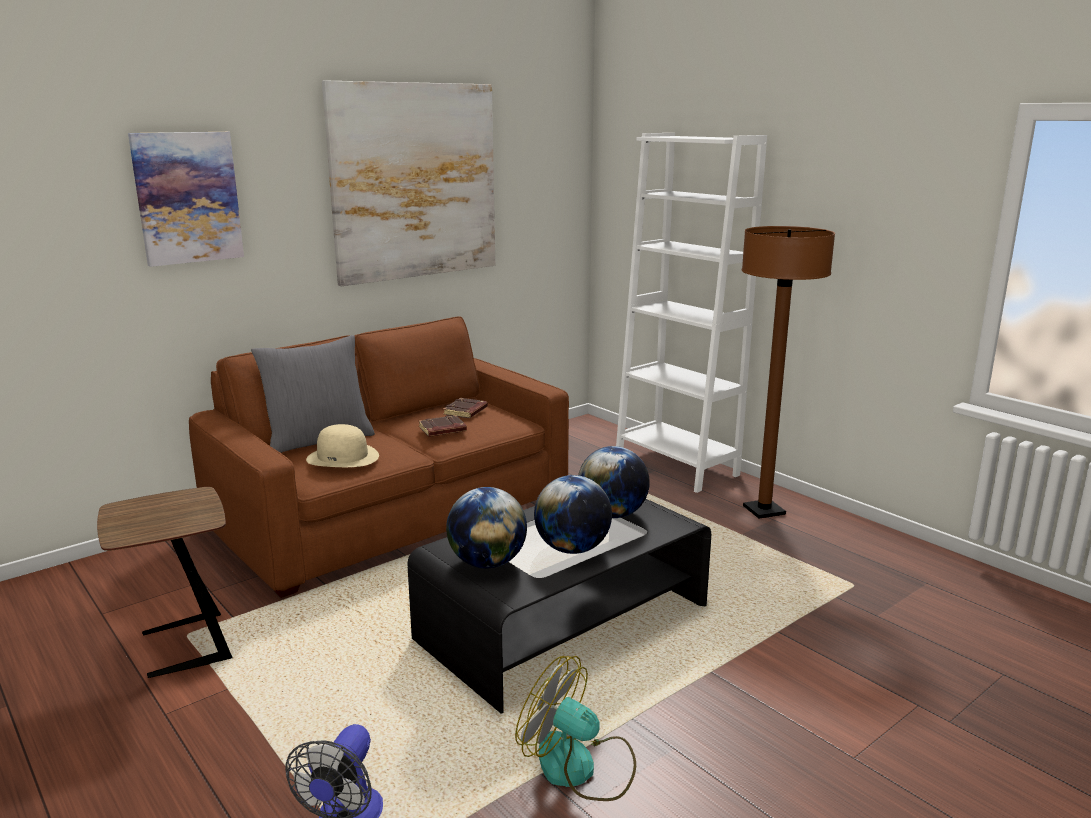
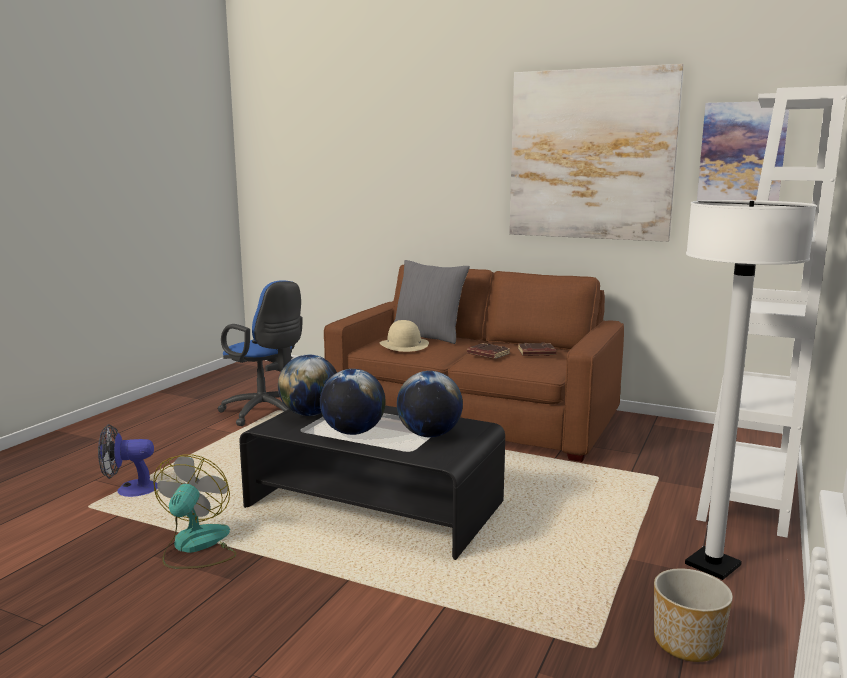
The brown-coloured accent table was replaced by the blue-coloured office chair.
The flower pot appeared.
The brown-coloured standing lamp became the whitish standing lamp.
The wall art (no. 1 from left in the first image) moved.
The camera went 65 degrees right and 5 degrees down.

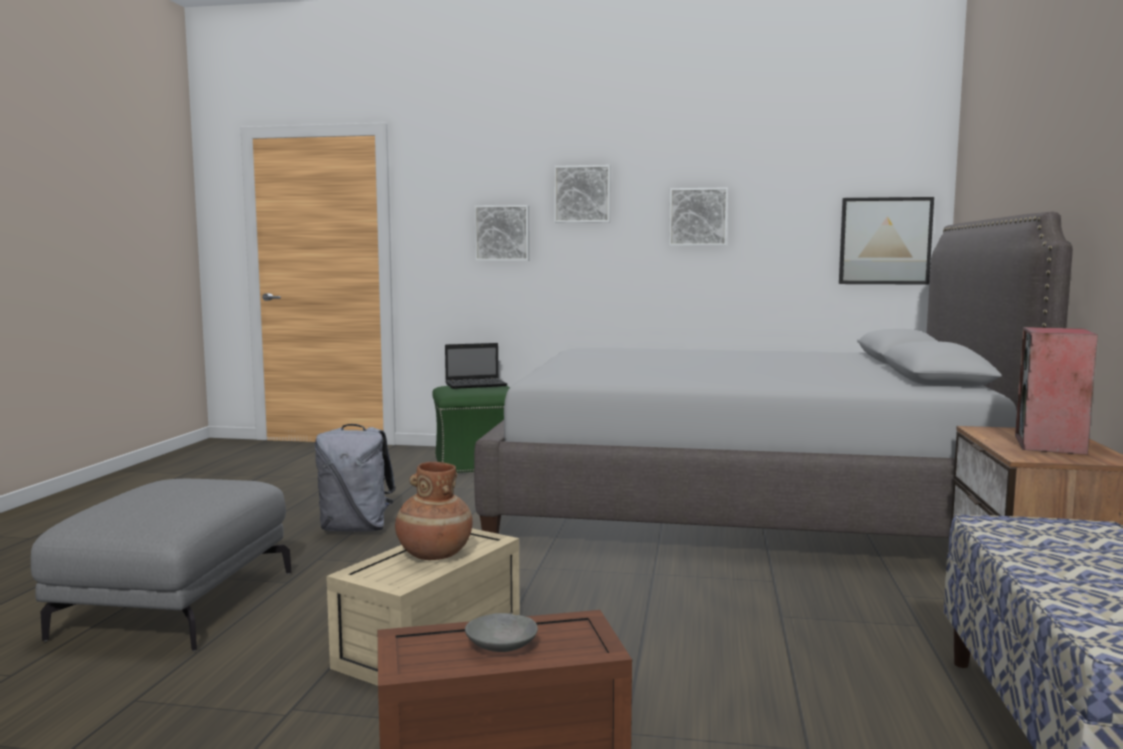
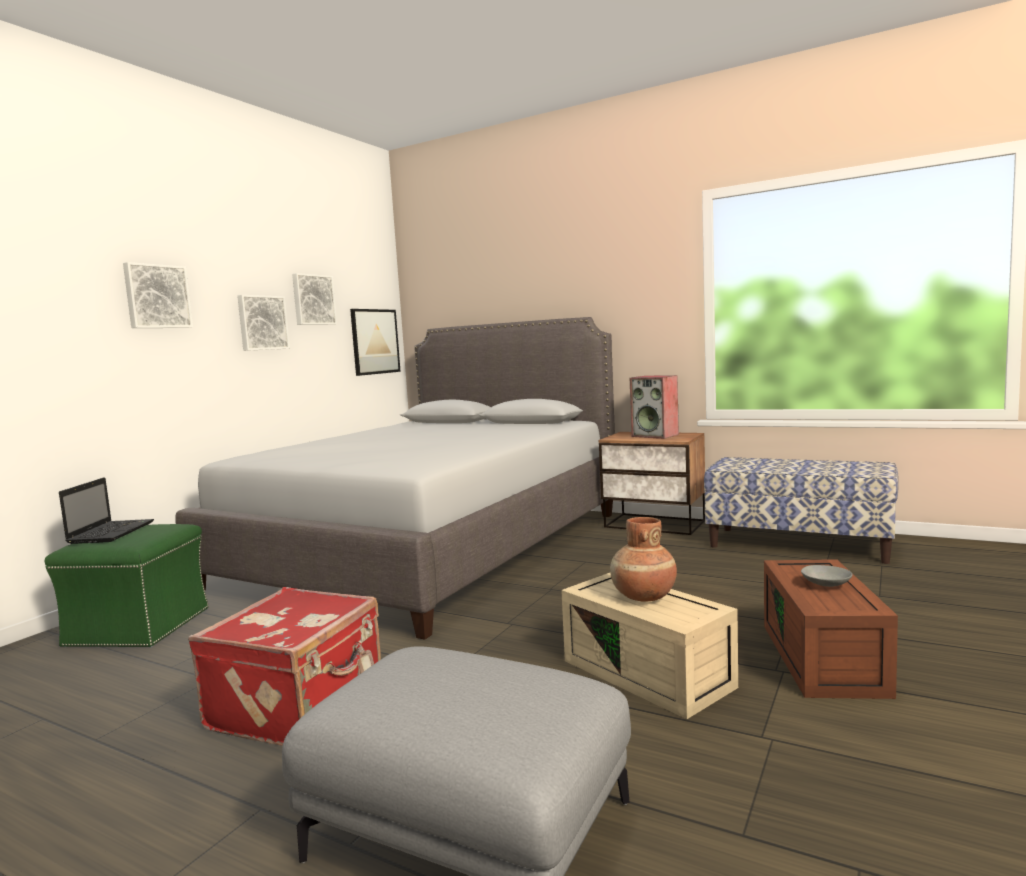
The grey backpack was replaced by the red travel case.
The wall art (no. 1 from left in the first image) moved.
The camera went 70 degrees left and 0 degrees up.

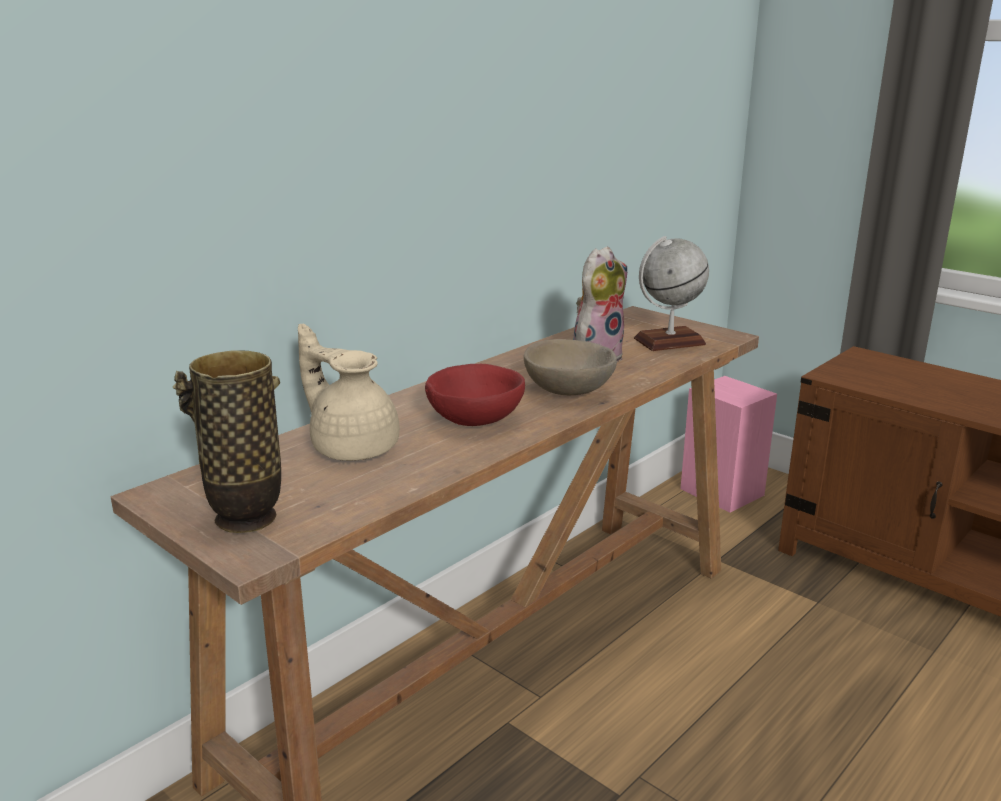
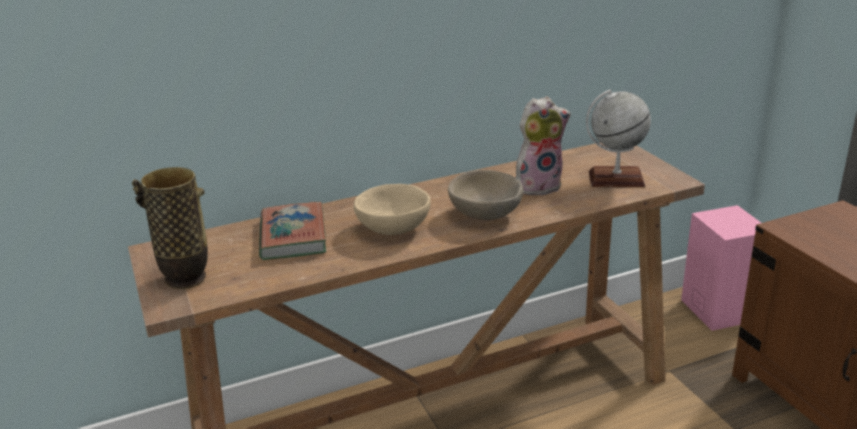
The beige tea pot was replaced by the book.
The red serving bowl became the beige serving bowl (no. 1 from left).
The camera went 25 degrees right and 5 degrees up.

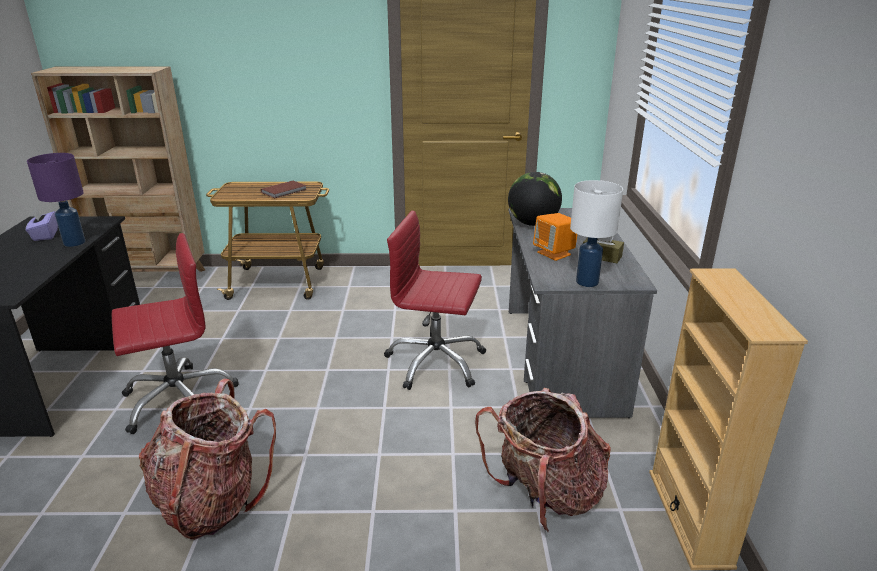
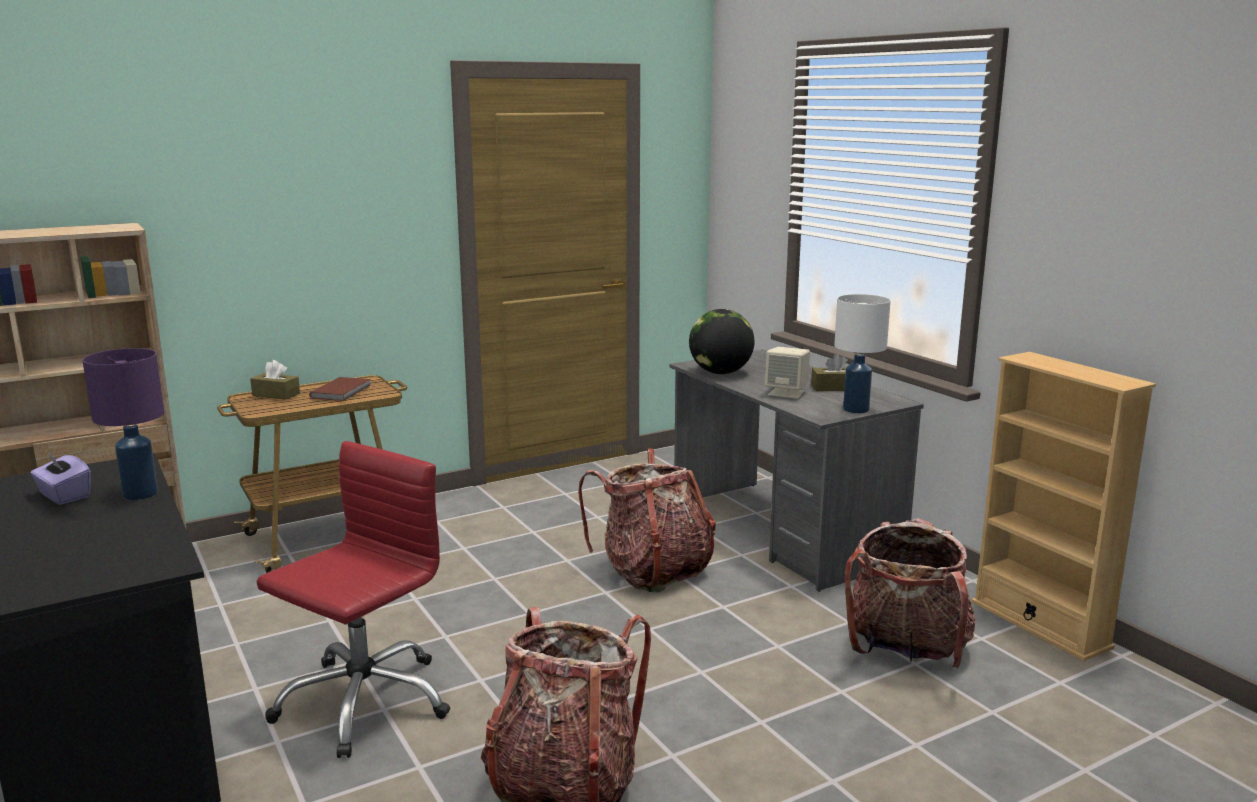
The brown-coloured box of tissues (no. 1 from left) appeared.
The red office chair (no. 2 from left) was replaced by the backpack (no. 2 from left).
The orange loudspeaker became the beige loudspeaker.
The camera went 30 degrees left and 10 degrees down.

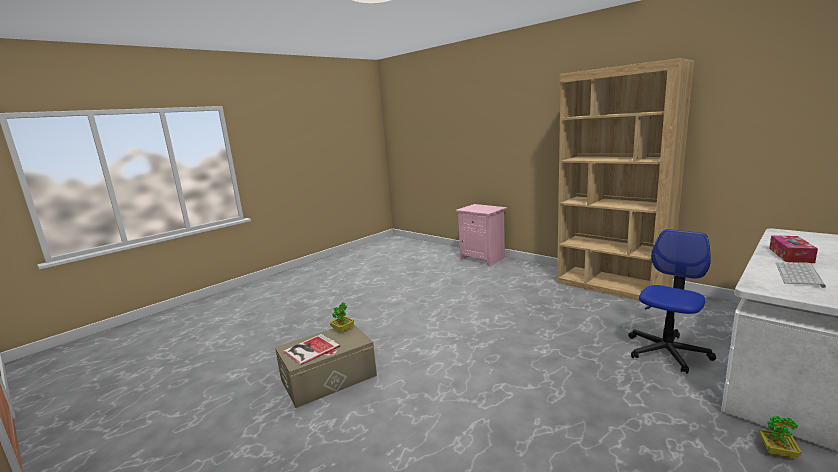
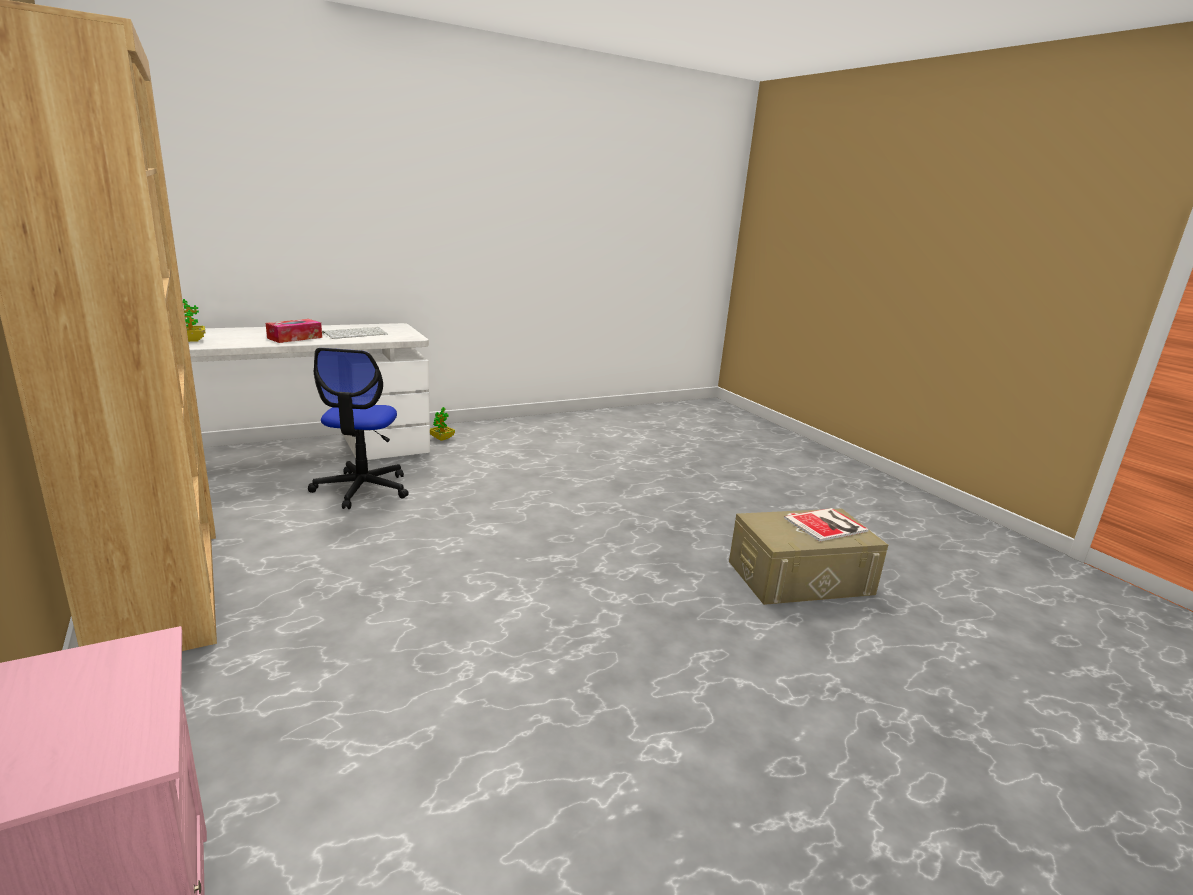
The plant in a pot (no. 1 from left) moved.
The office chair turned 60 degrees counterclockwise.
The camera went 165 degrees left and 5 degrees up.

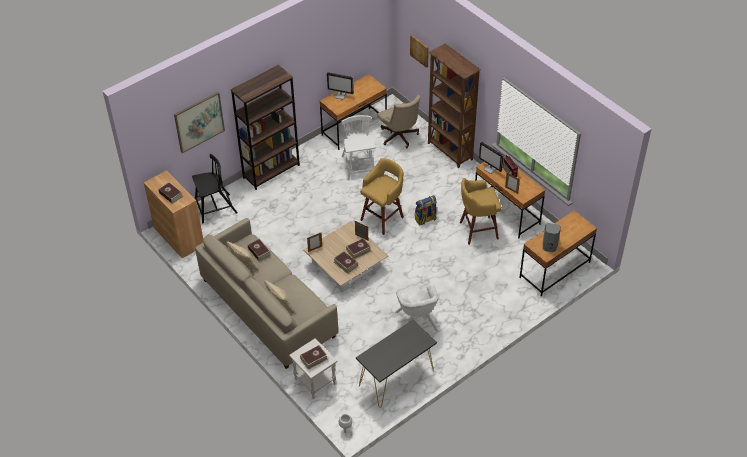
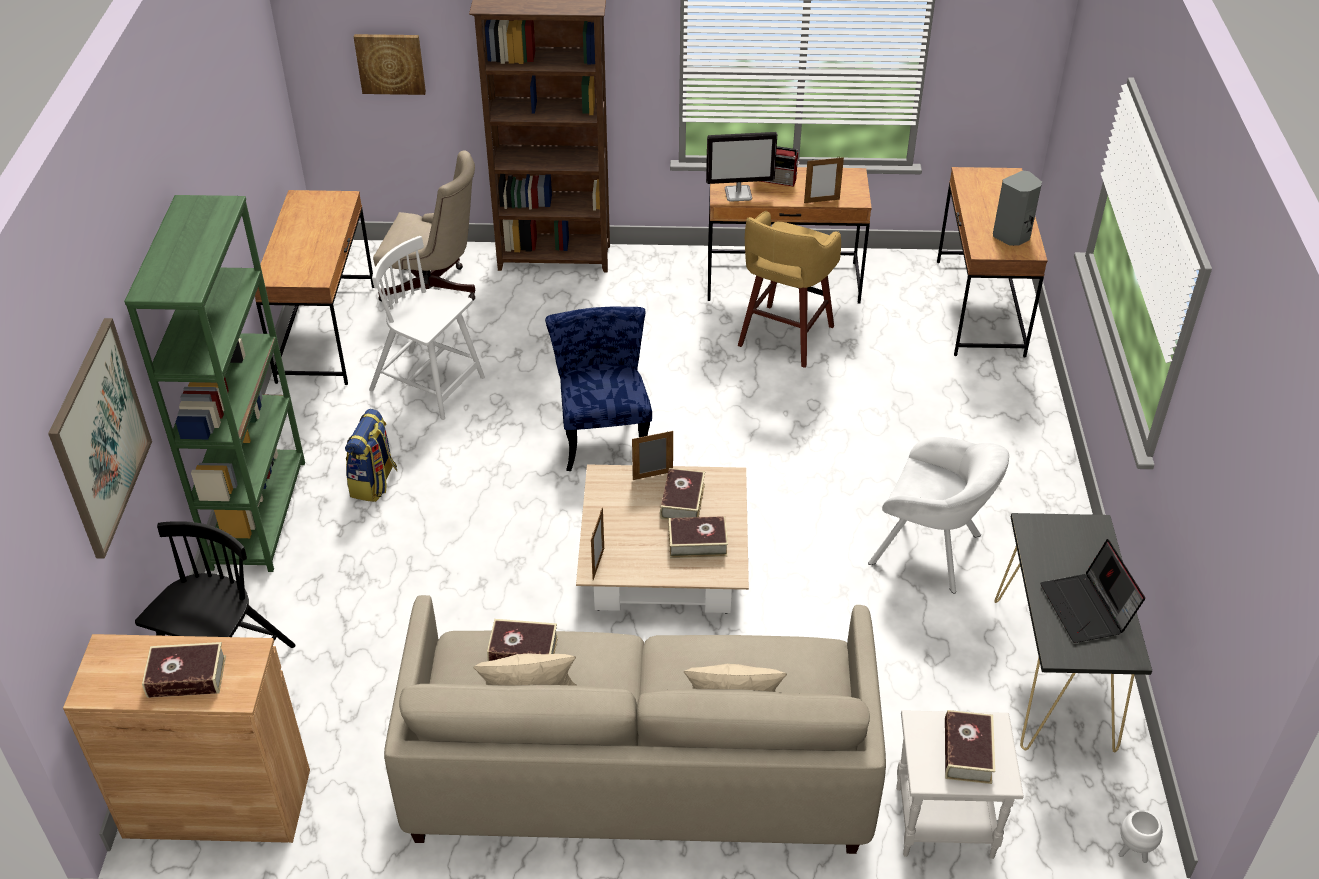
The brown-coloured bookshelf (no. 1 from left) became the green-coloured bookshelf.
The backpack moved.
The yellow-coloured stool seat (no. 1 from left) was replaced by the blue-coloured upright chair.
The notebook computer appeared.
The computer screen (no. 1 from left) disappeared.
The camera went 50 degrees left and 5 degrees down.

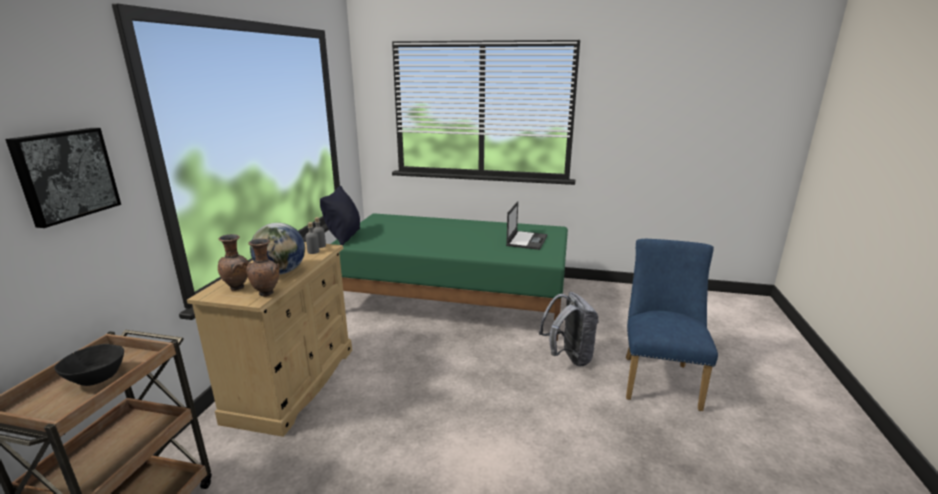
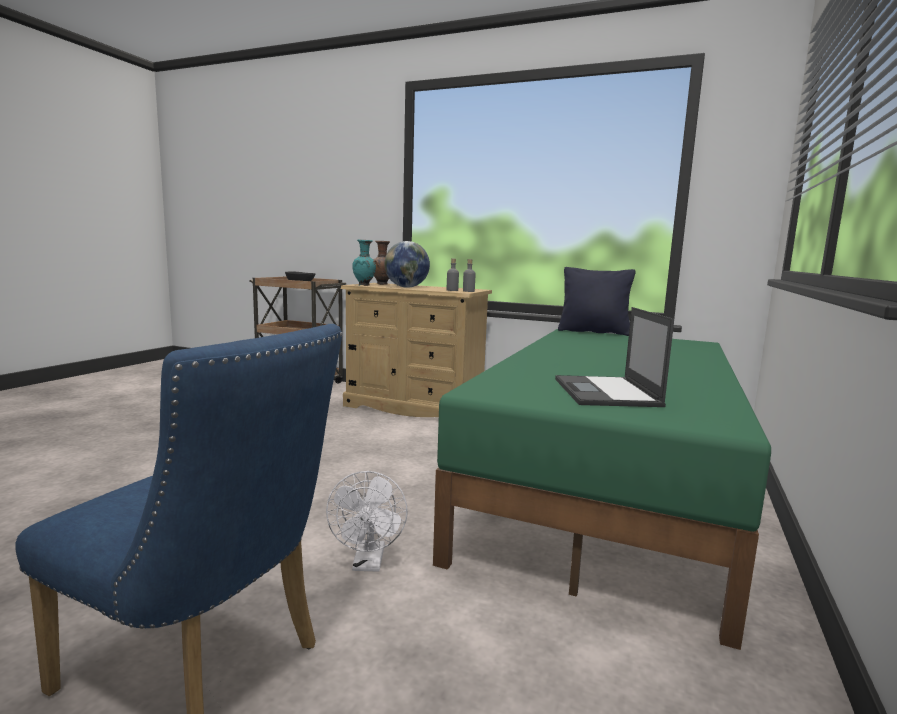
The grey backpack was replaced by the whitish cooling fan.
The brown-coloured decorative vase (no. 2 from left) became the turquoise decorative vase.
The notebook computer turned 60 degrees clockwise.
The wall art disappeared.
The camera went 100 degrees right and 10 degrees down.

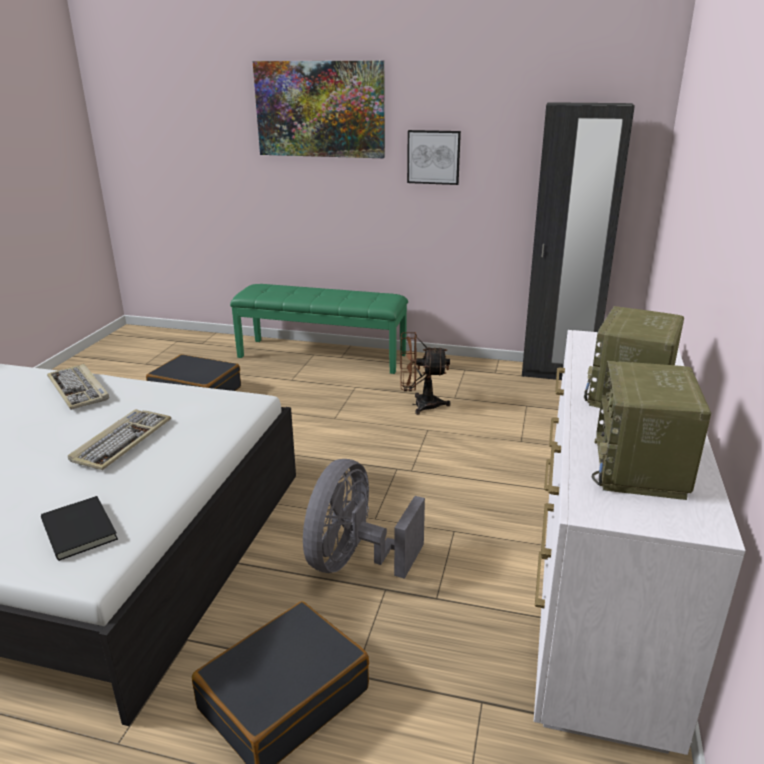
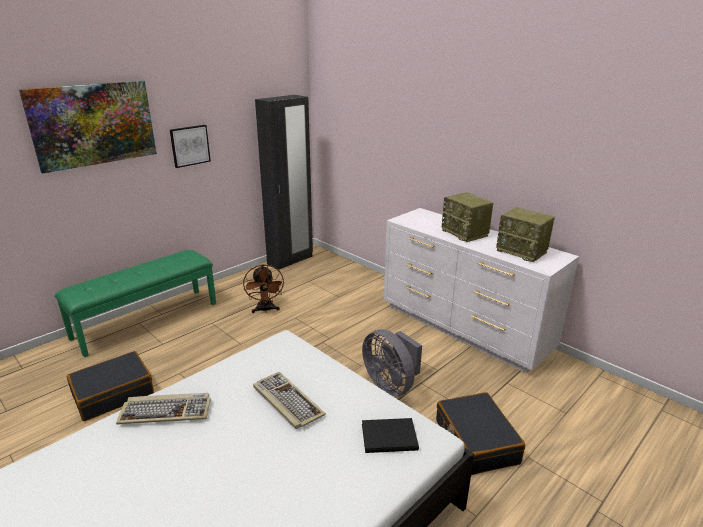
The brown-coloured cooling fan turned 45 degrees counterclockwise.
The camera went 60 degrees left and 0 degrees up.

